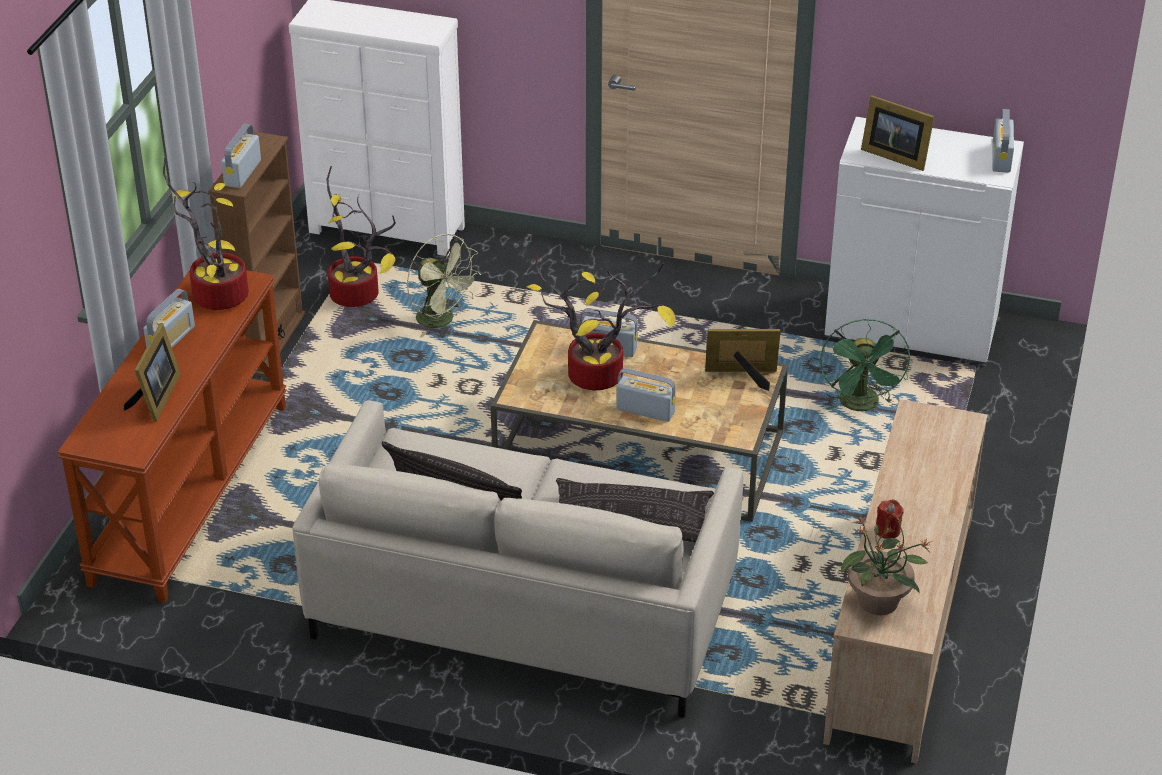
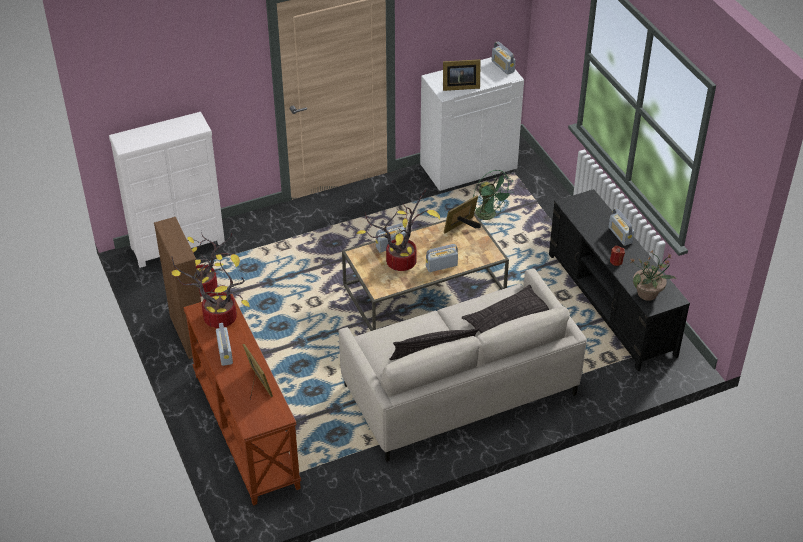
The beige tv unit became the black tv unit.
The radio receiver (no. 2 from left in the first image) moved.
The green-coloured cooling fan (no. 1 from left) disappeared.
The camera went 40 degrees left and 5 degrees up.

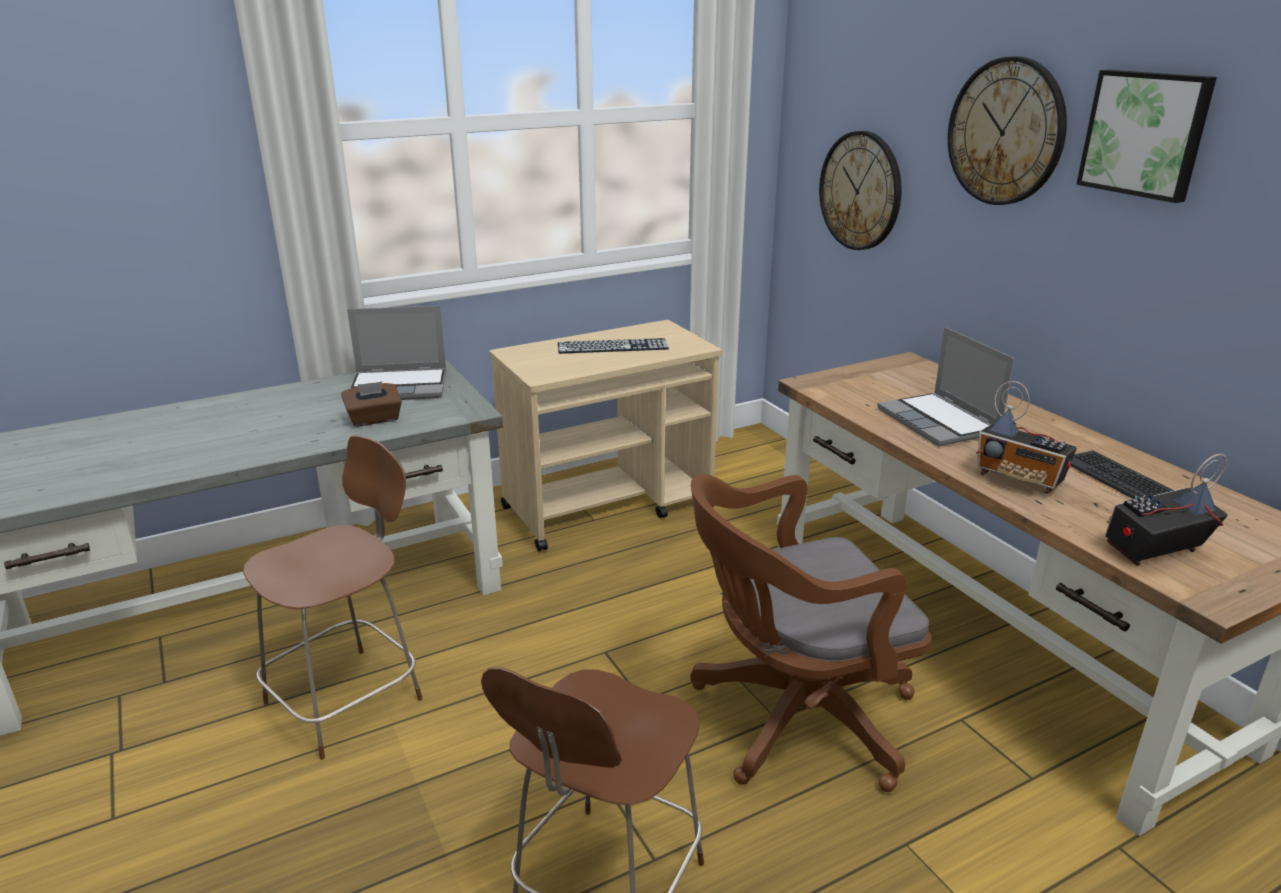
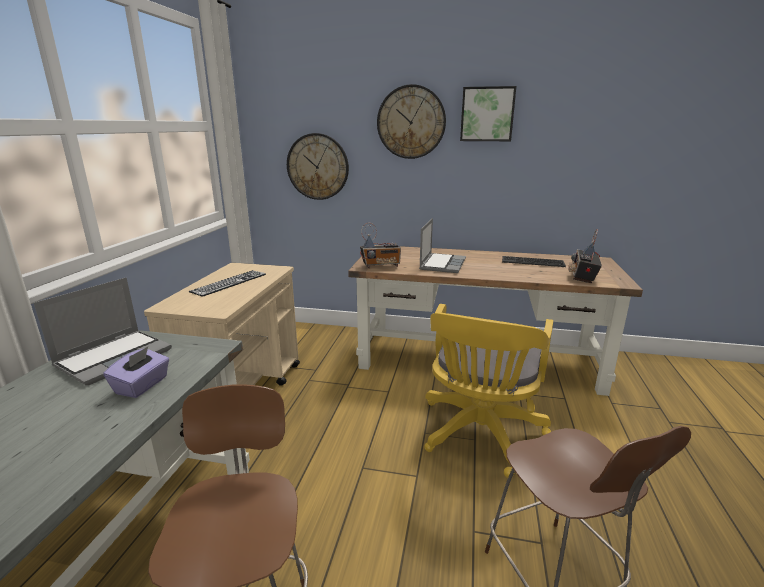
The brown-coloured box of tissues became the purple-coloured box of tissues.
The radio receiver (no. 1 from left) moved.
The notebook computer (no. 2 from left) turned 90 degrees counterclockwise.
The brown-coloured office chair became the yellow-coloured office chair.
The camera went 50 degrees left and 5 degrees down.

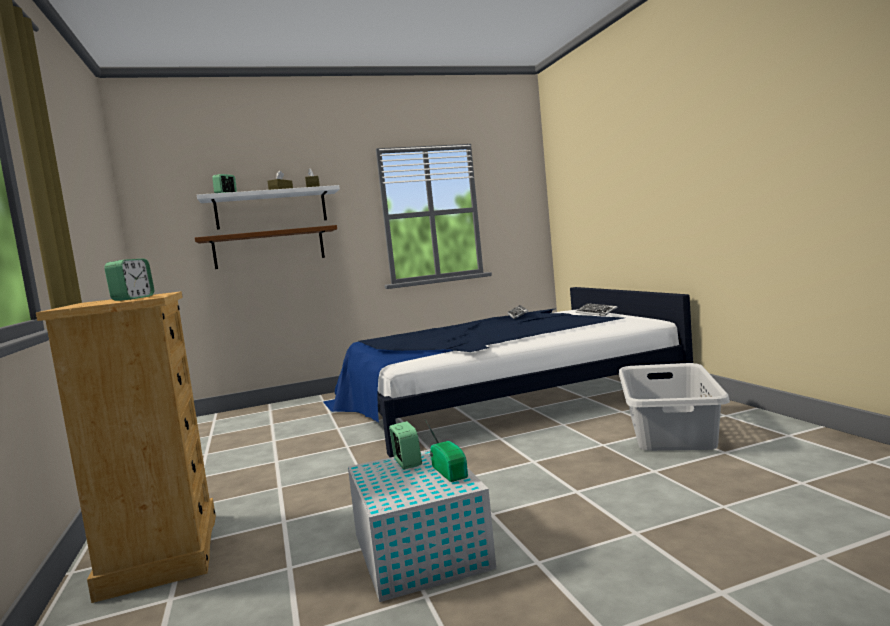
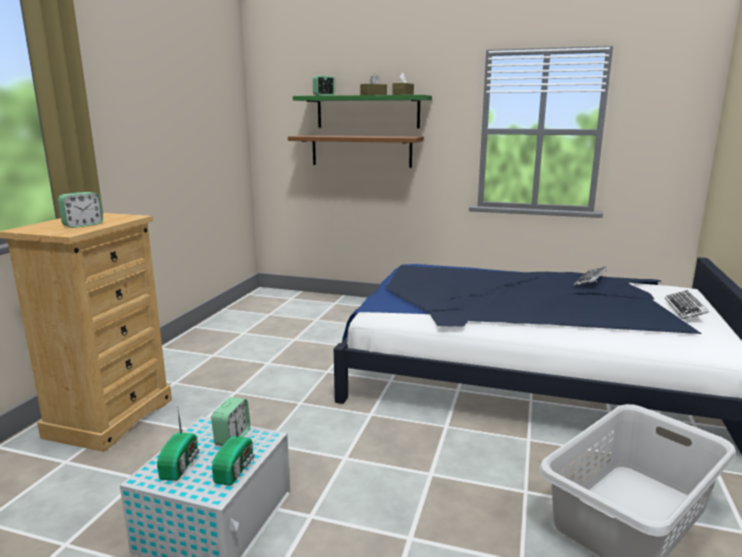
The radio receiver (no. 1 from left) appeared.
The whitish wall shelf became the green-coloured wall shelf.
The camera went 35 degrees right and 10 degrees up.

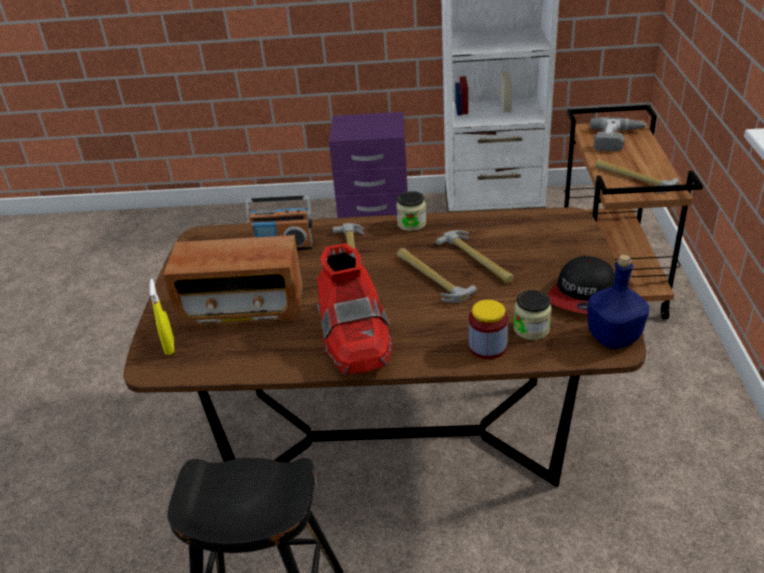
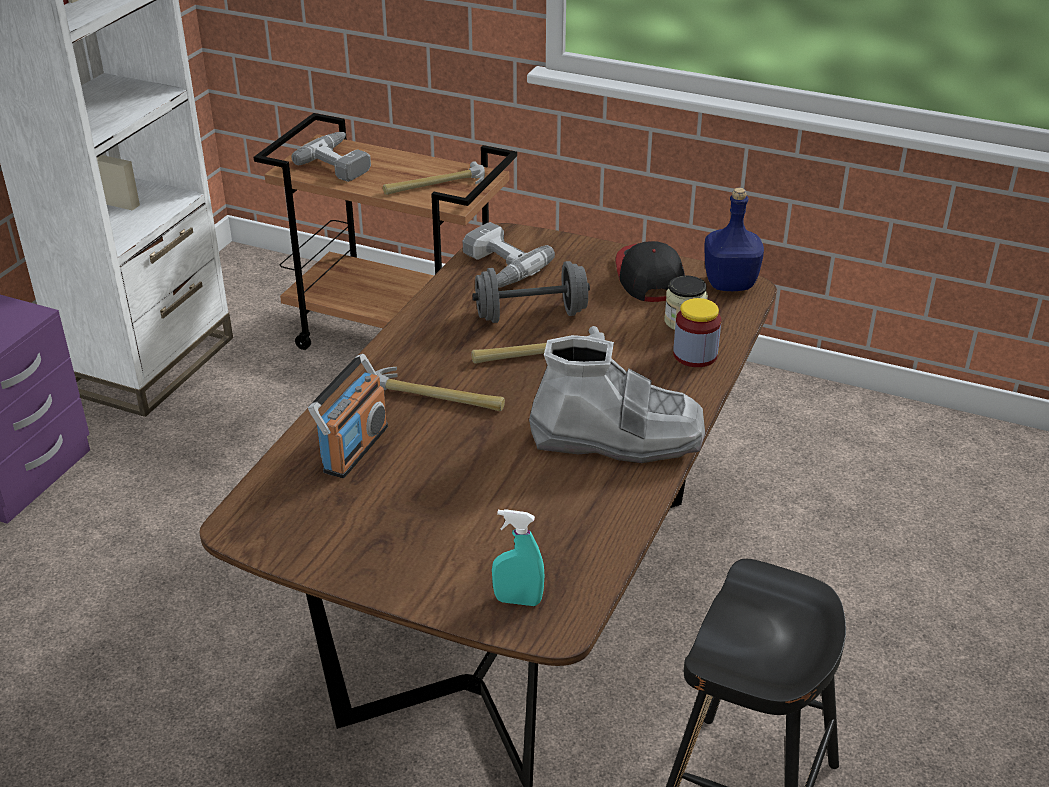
The electric drill (no. 2 from left) appeared.
The hand hammer (no. 3 from left) was replaced by the grey hand weight.
The yellow-coloured hand sprayer became the turquoise hand sprayer.
The red boot became the grey boot.
The peaked cap turned 150 degrees counterclockwise.
The radio receiver (no. 1 from left) disappeared.
The storage jar (no. 1 from left) disappeared.
The camera went 70 degrees left and 0 degrees up.

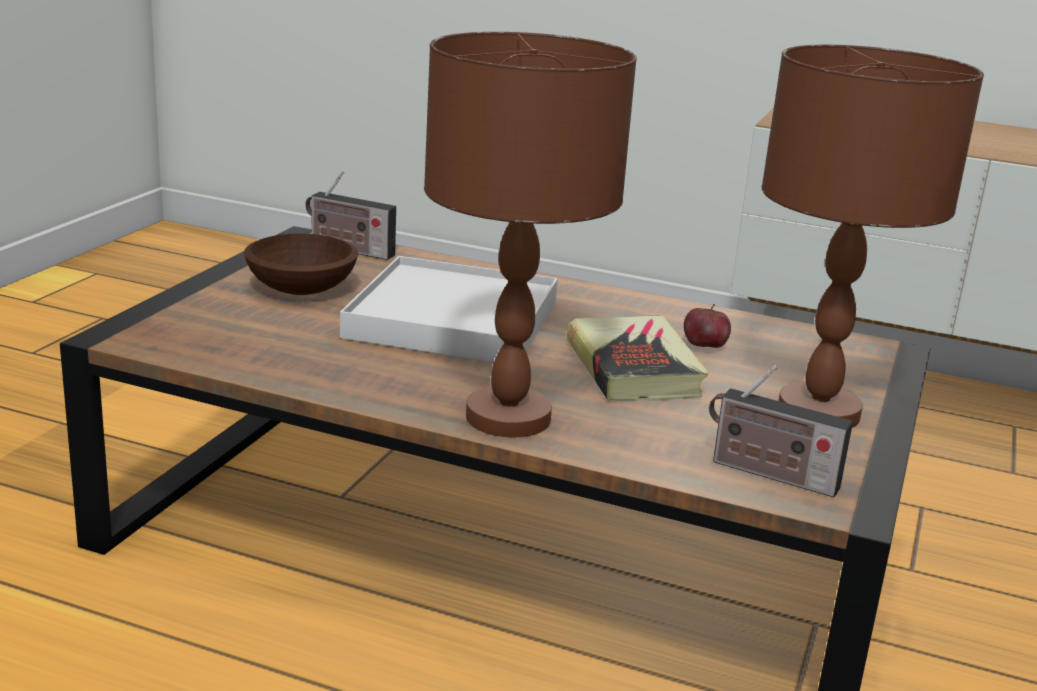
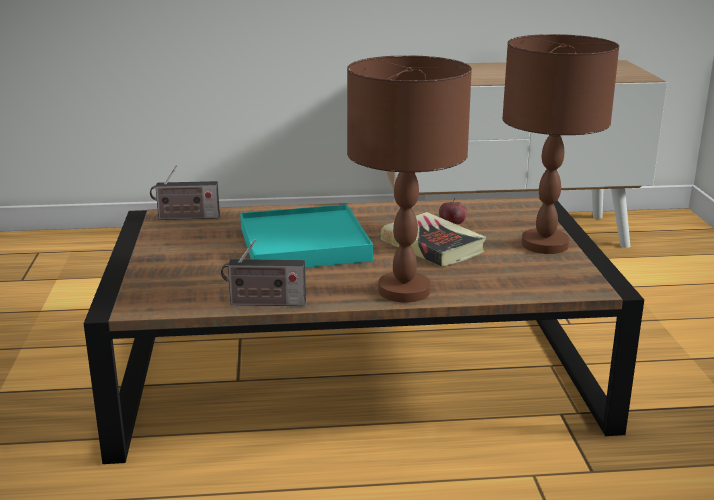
The radio receiver (no. 2 from left) moved.
The whitish serving tray became the turquoise serving tray.
The brown-coloured serving bowl disappeared.
The camera went 25 degrees left and 0 degrees up.

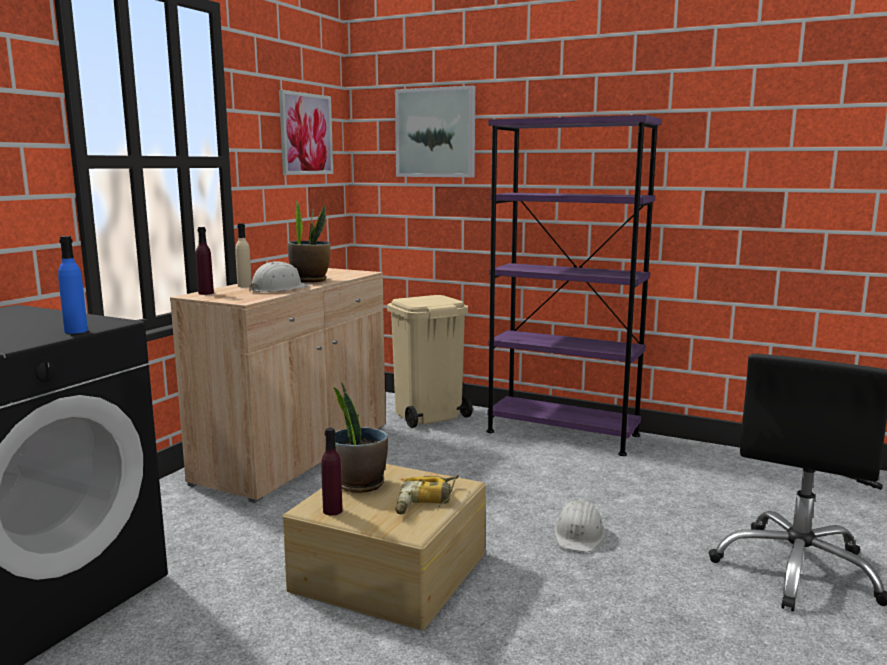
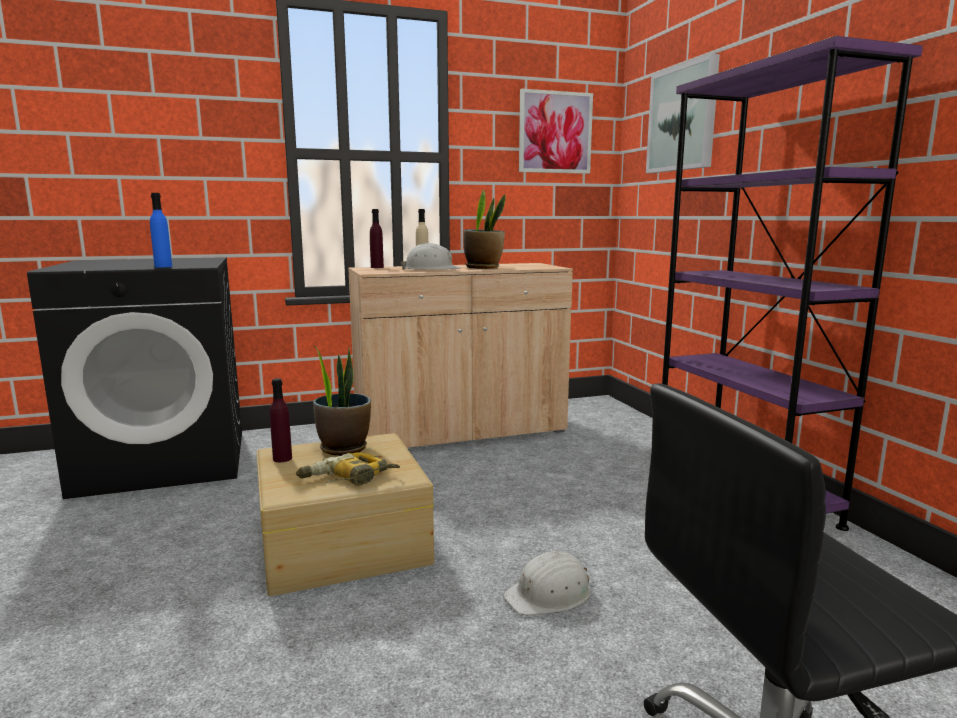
The beige rubbish bin disappeared.
The camera went 45 degrees right and 0 degrees up.

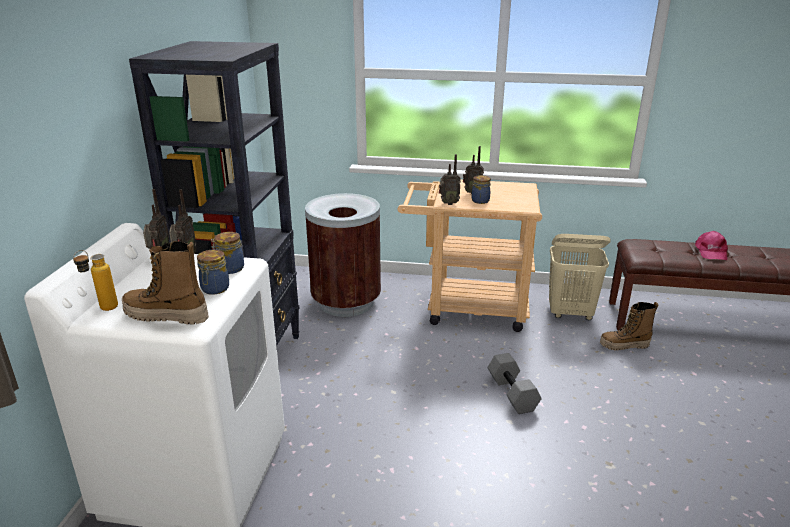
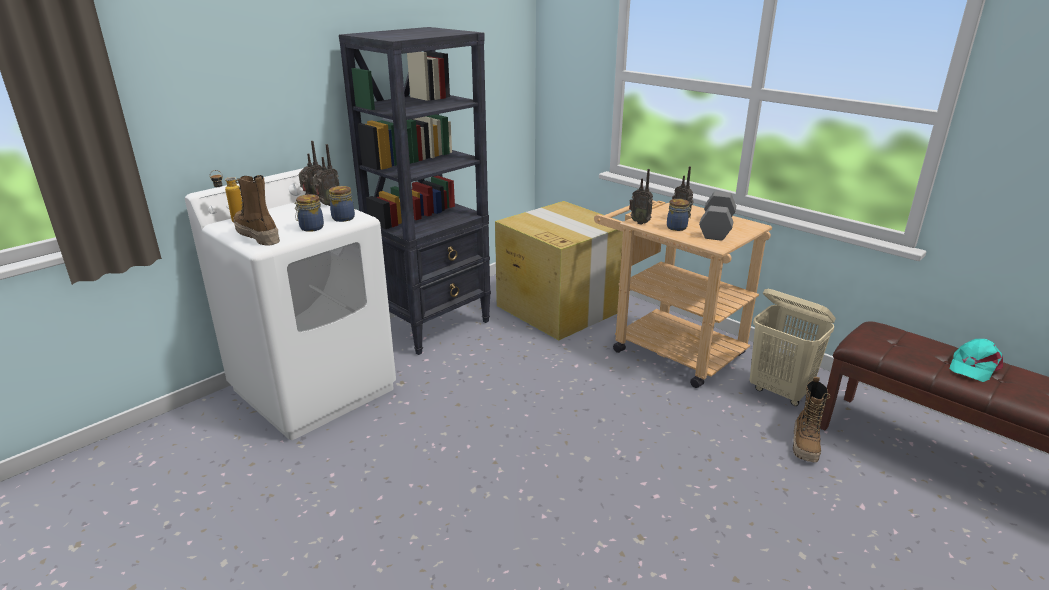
The brown-coloured rubbish bin was replaced by the packing box.
The grey hand weight moved.
The boot (no. 2 from left) turned 105 degrees counterclockwise.
The pink-coloured peaked cap became the turquoise peaked cap.
The camera went 35 degrees right and 0 degrees up.

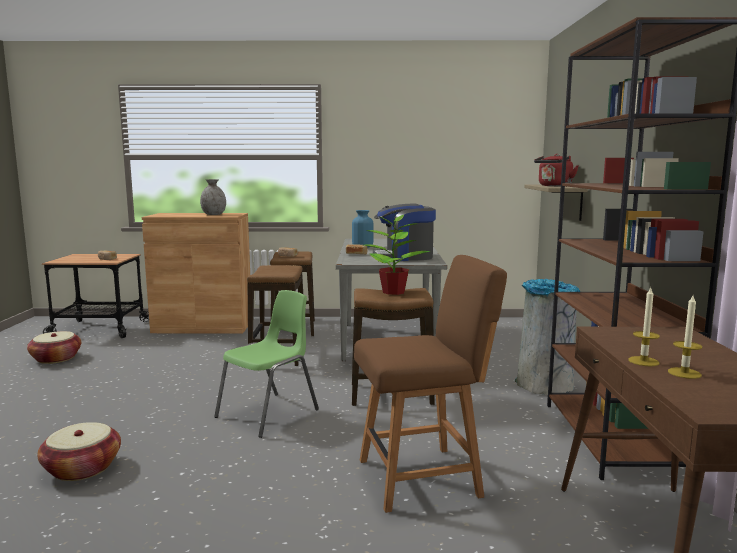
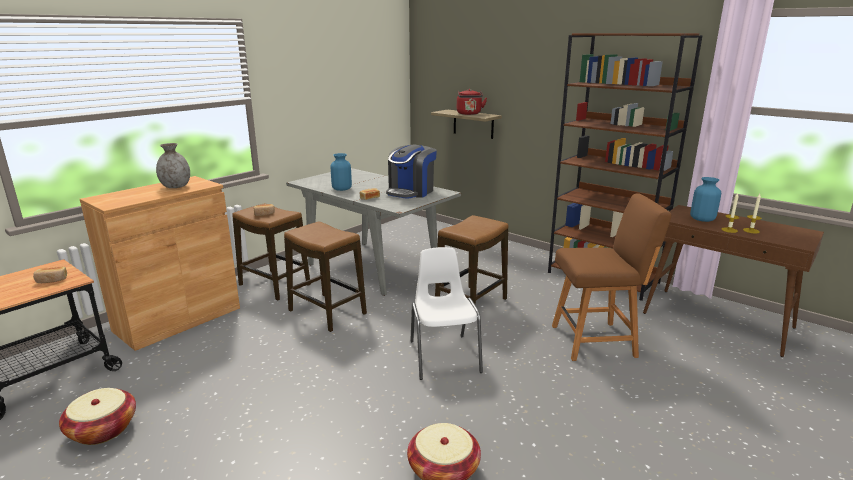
The green-coloured upright chair became the whitish upright chair.
The brown-coloured upright chair turned 60 degrees clockwise.
The blue-coloured decorative vase (no. 2 from left) appeared.
The plant in a pot disappeared.
The grey rubbish bin disappeared.
The camera went 50 degrees left and 10 degrees up.

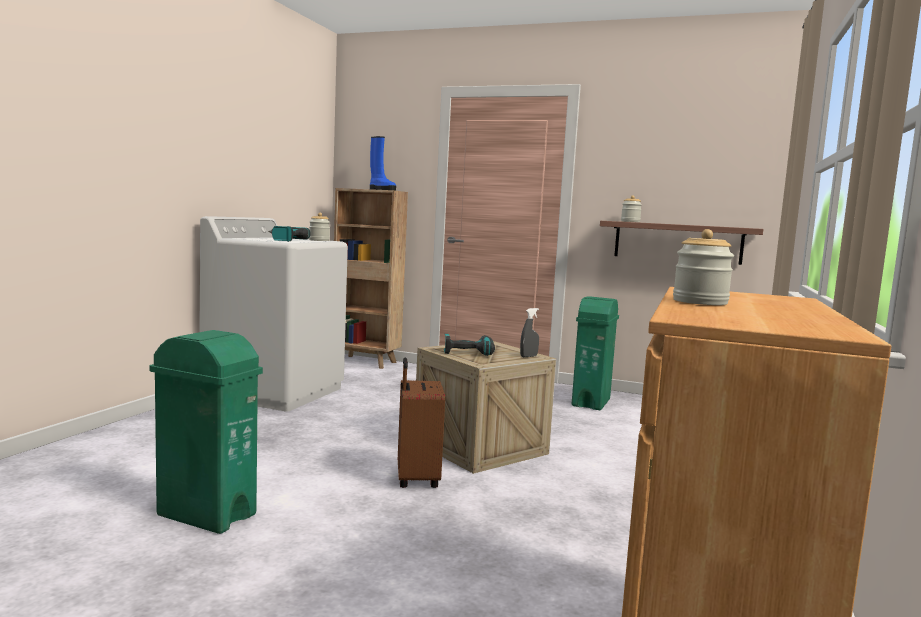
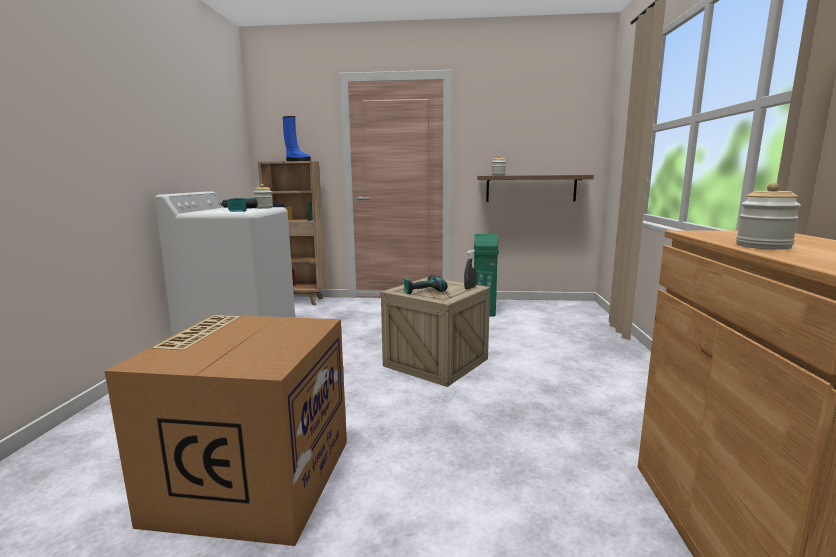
The green-coloured rubbish bin (no. 1 from left) was replaced by the packing box.
The brown-coloured travel case disappeared.
The camera went 15 degrees left and 5 degrees up.

